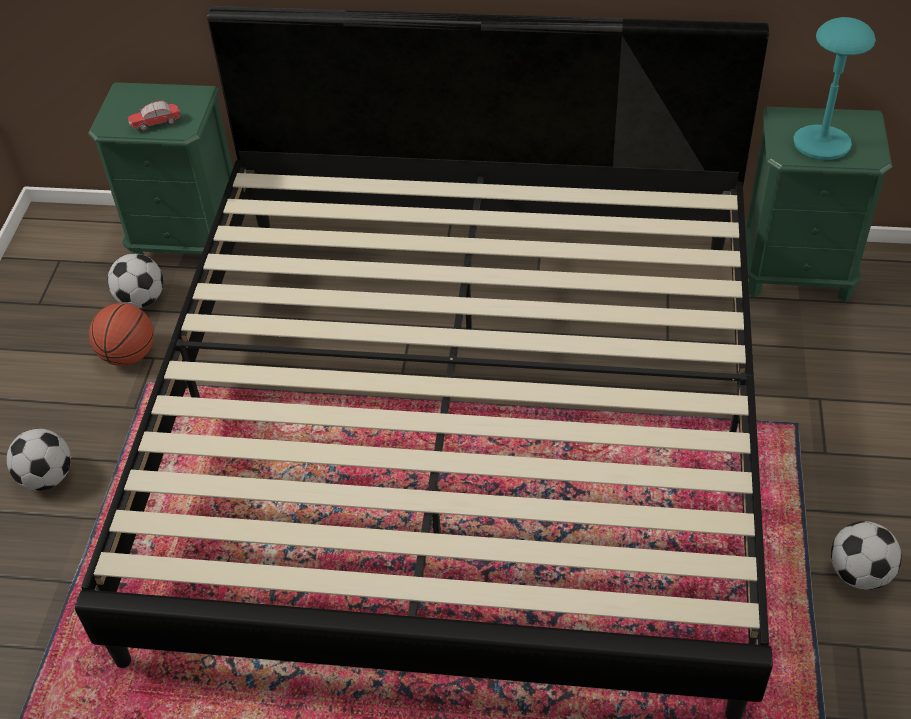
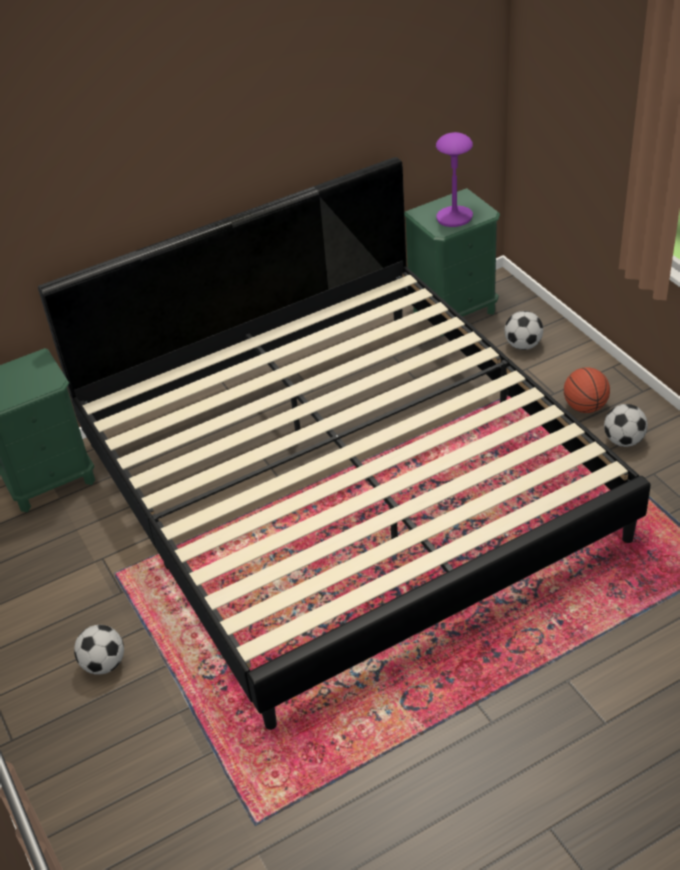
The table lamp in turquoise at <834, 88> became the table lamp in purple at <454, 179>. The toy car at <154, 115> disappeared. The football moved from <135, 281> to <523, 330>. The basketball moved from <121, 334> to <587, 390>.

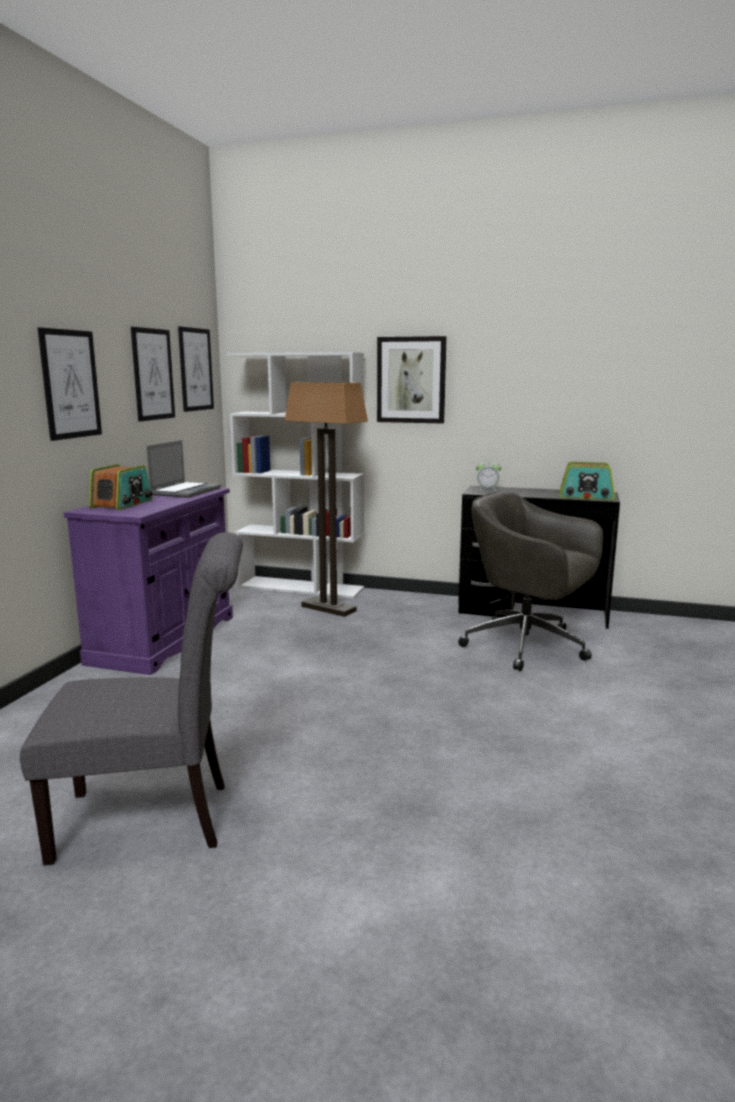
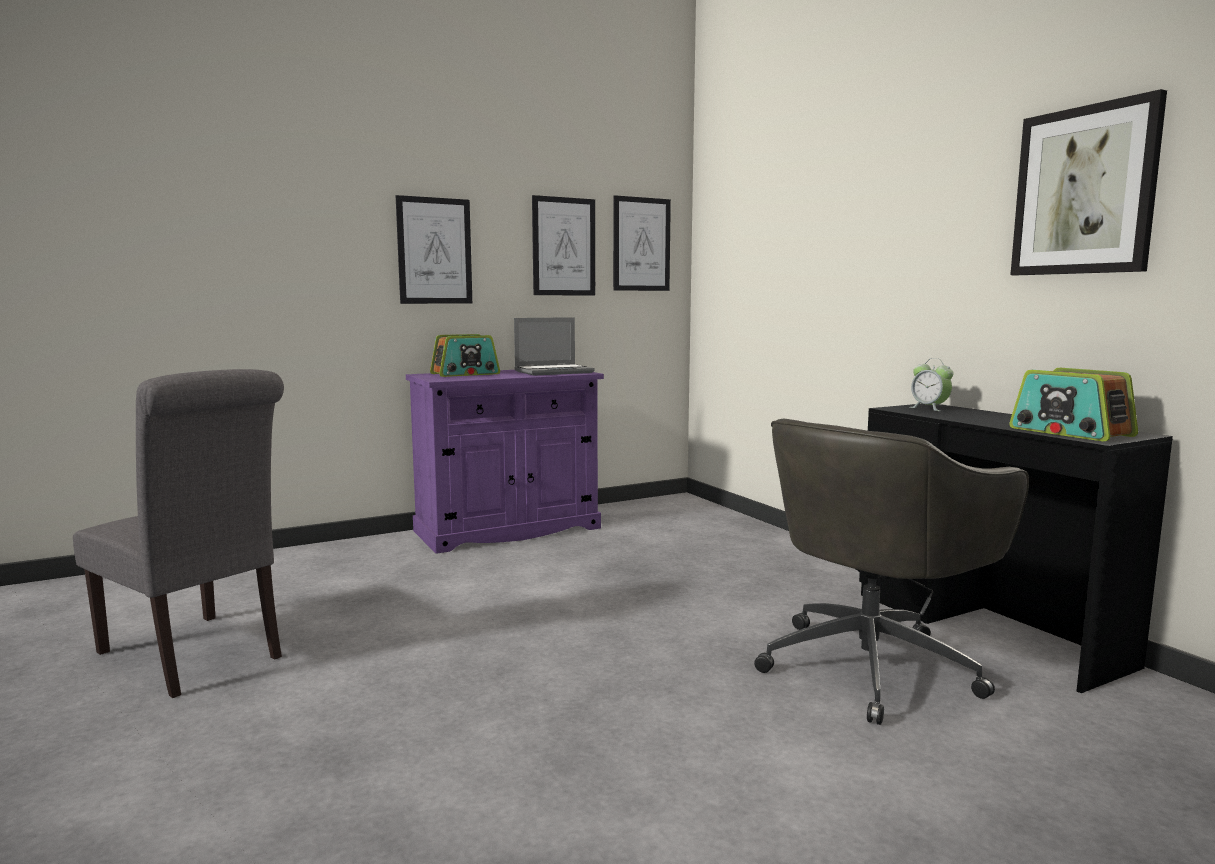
The picture moved from <412, 379> to <1088, 182>. The bookcase in white at <295, 475> disappeared. The floor lamp at <326, 499> disappeared. The office chair in grey at <531, 581> turned 120 degrees counterclockwise.

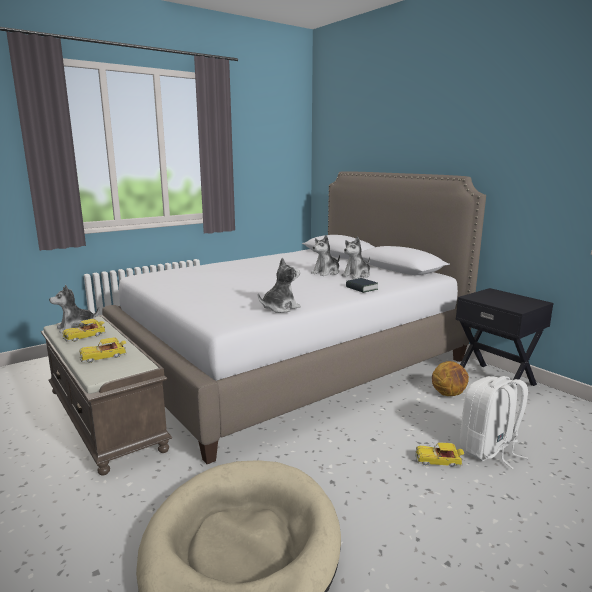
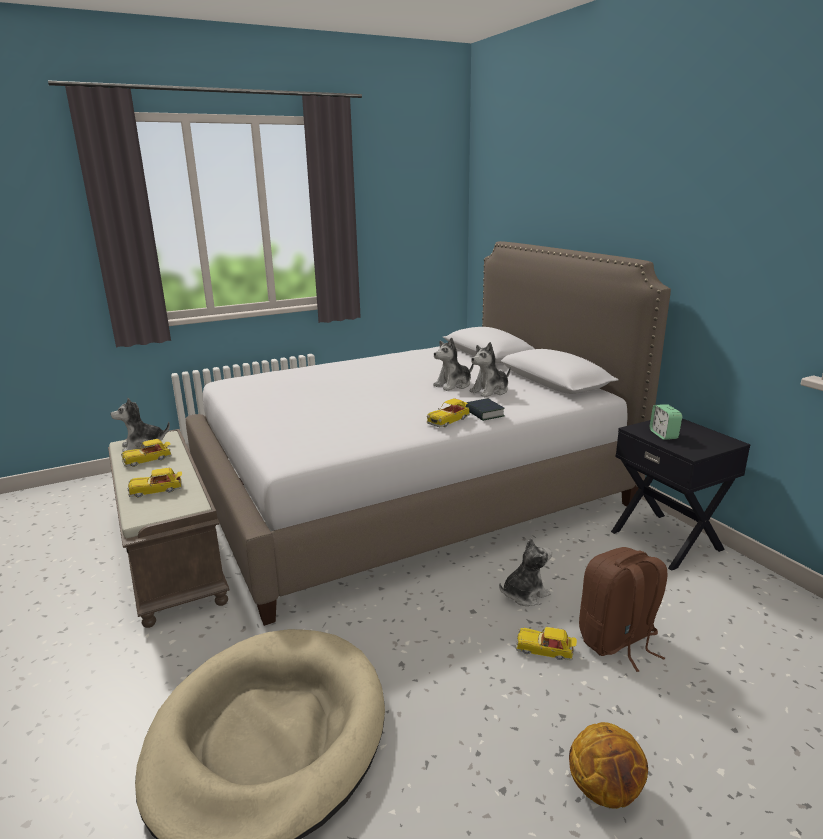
The plush toy moved from <279, 285> to <525, 572>. The basketball moved from <450, 378> to <608, 765>. The backpack in white at <494, 422> became the backpack in brown at <623, 609>. The toy car at <448, 412> appeared. The alarm clock at <666, 422> appeared.

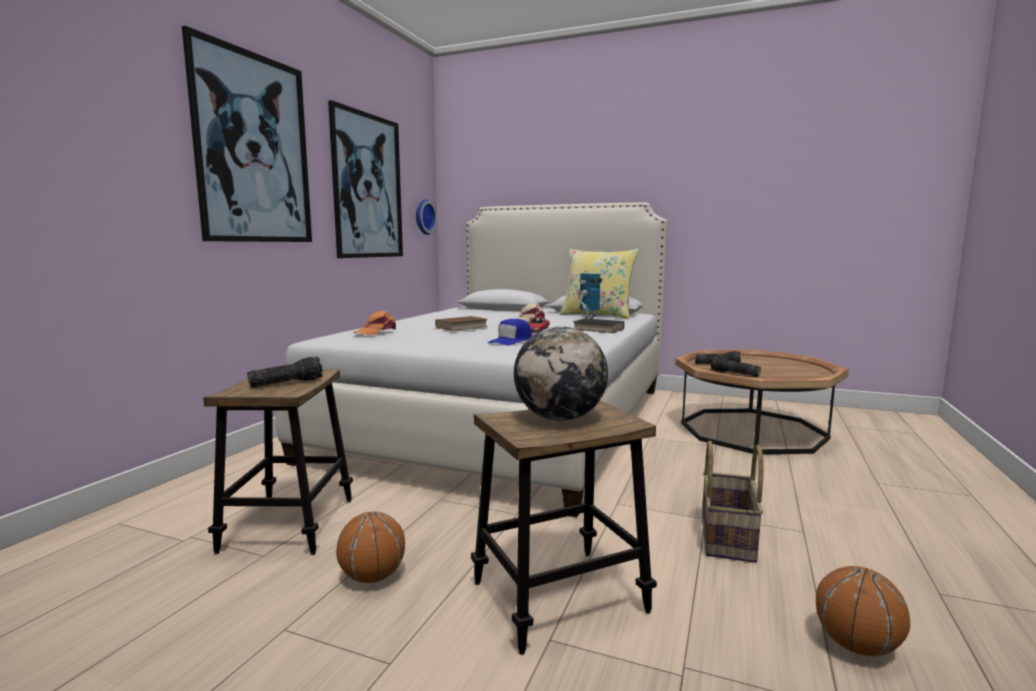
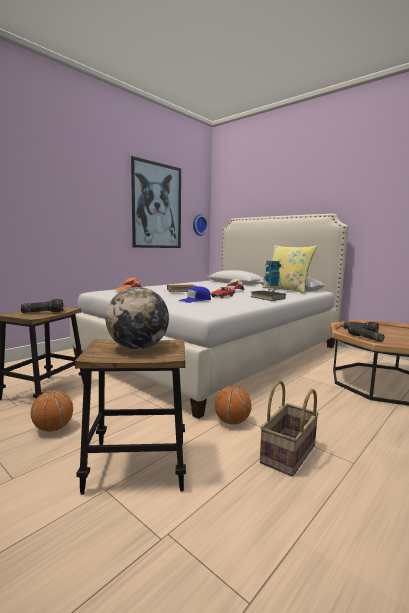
The picture at <247, 134> disappeared. The basketball moved from <863, 611> to <233, 405>.

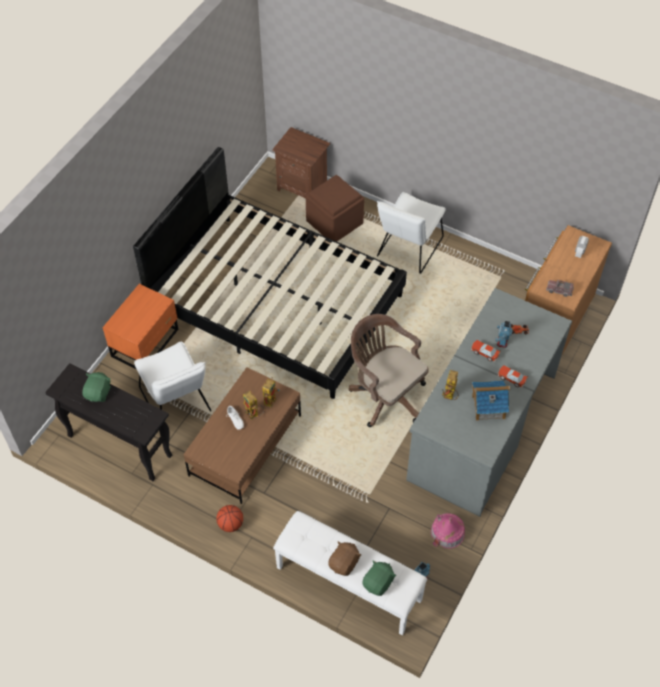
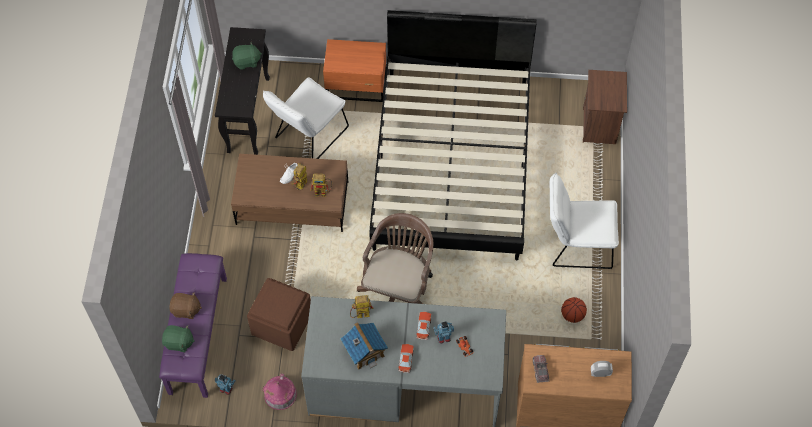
The ottoman in brown moved from <334, 208> to <279, 314>. The basketball moved from <229, 518> to <574, 310>. The bench in white at <350, 573> became the bench in purple at <193, 325>.

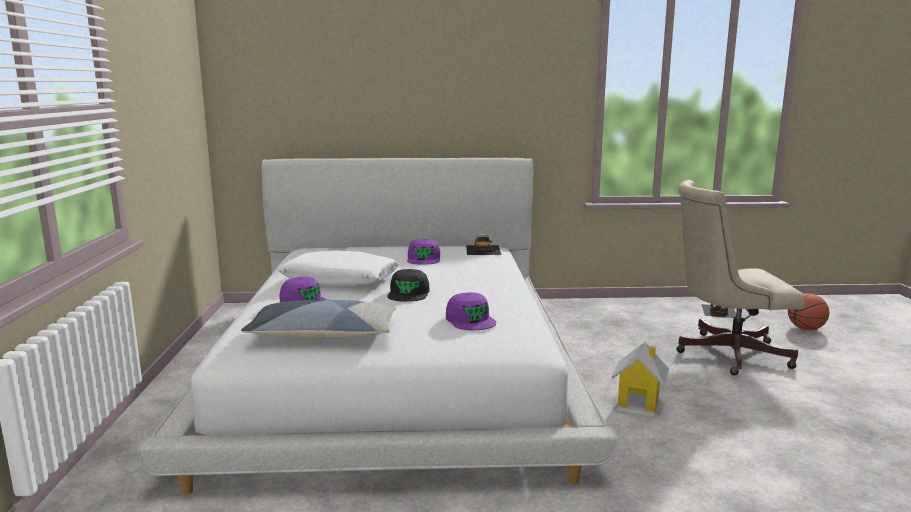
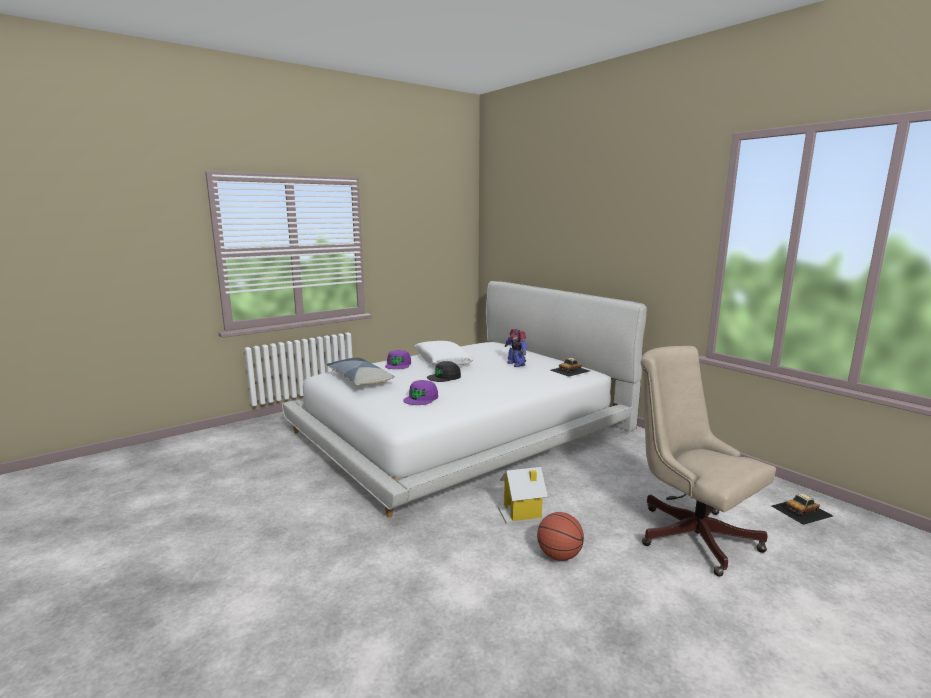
The cap in purple at <423, 252> was replaced by the toy robot at <516, 348>. The basketball moved from <808, 311> to <560, 536>.

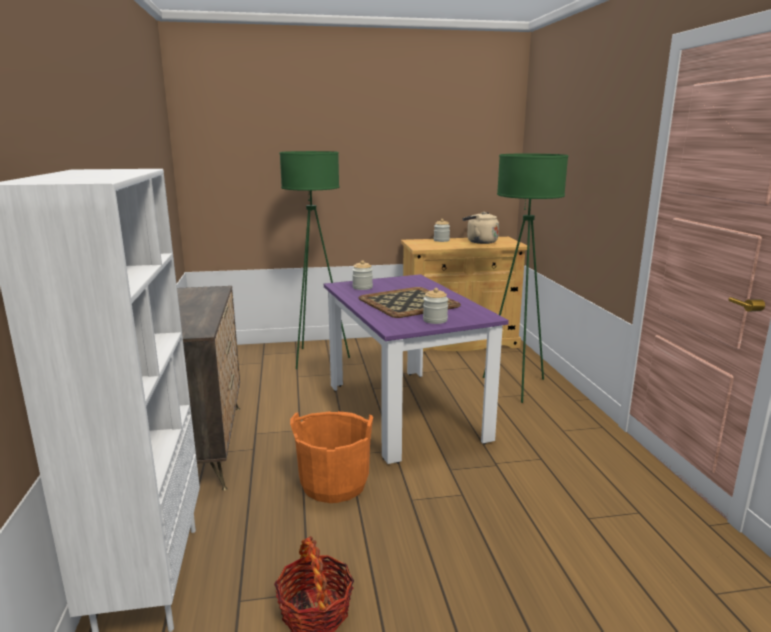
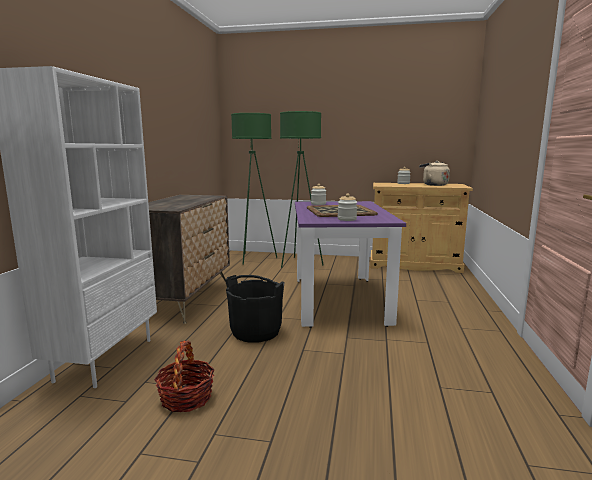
The floor lamp in green moved from <525, 278> to <254, 189>. The bucket in orange at <331, 457> became the bucket in black at <255, 308>.

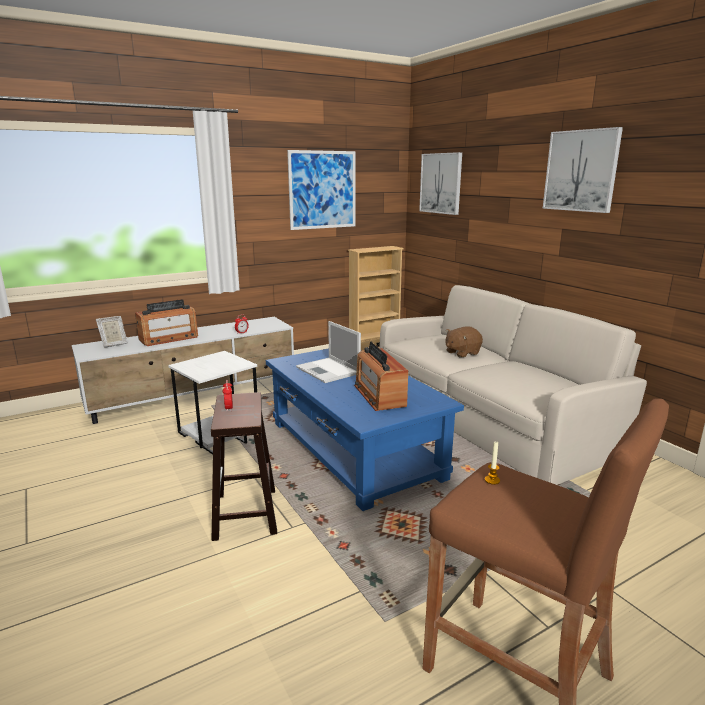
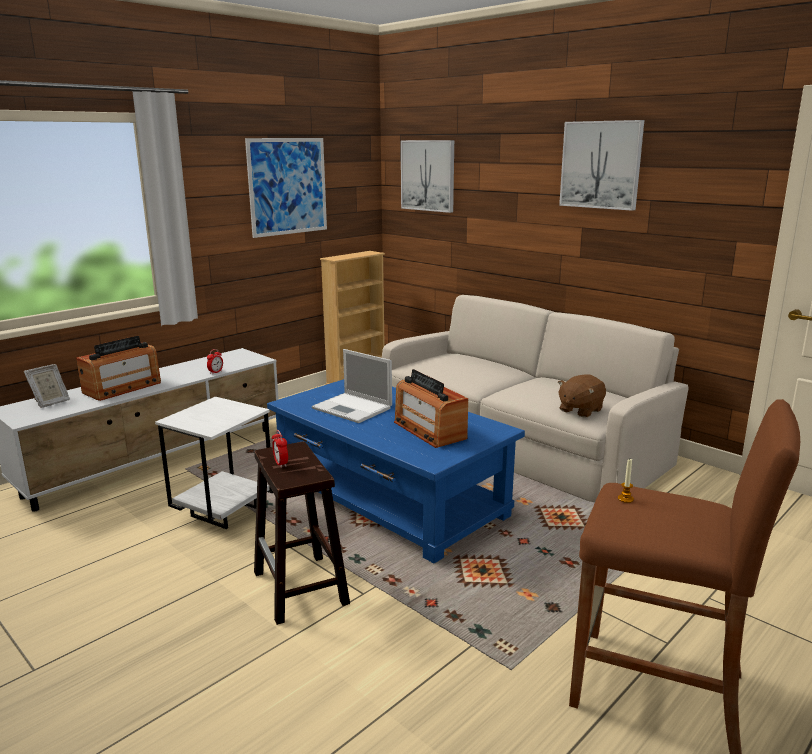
The plush toy in brown moved from <464, 342> to <582, 396>.

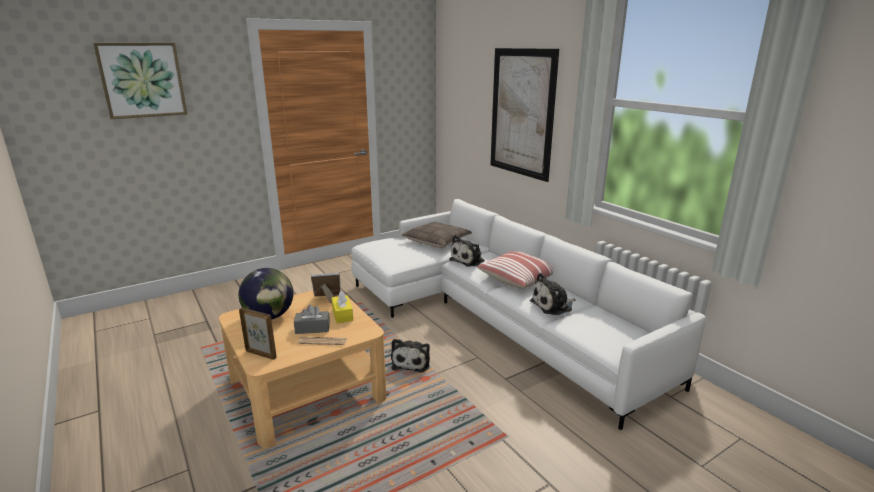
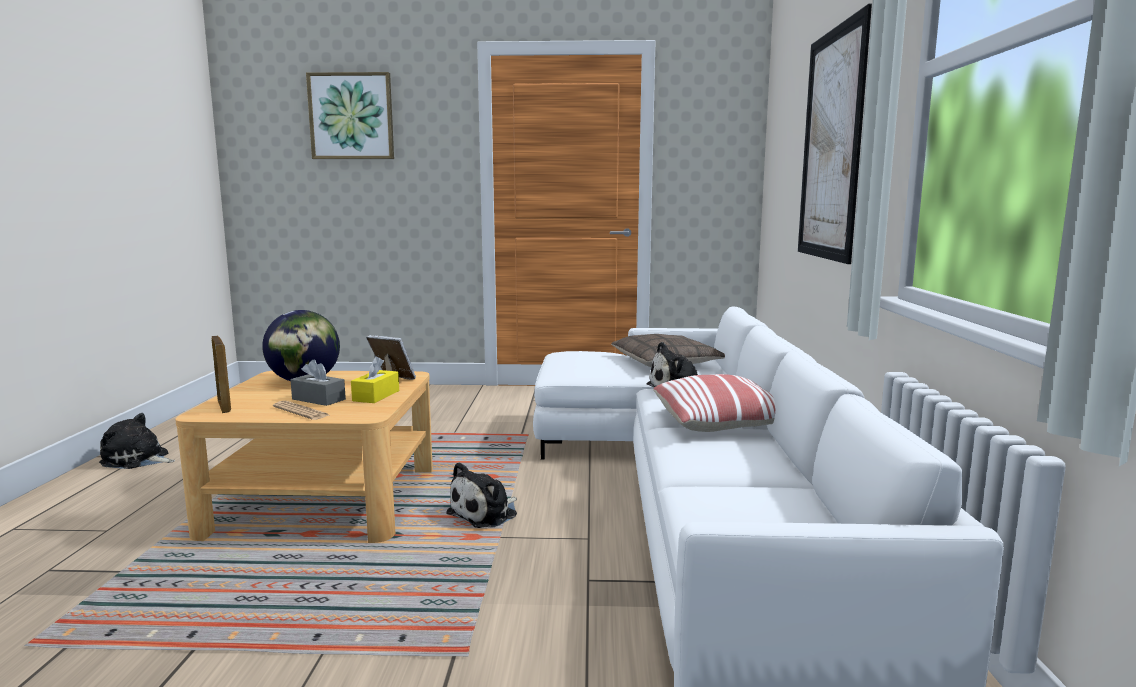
The plush toy moved from <552, 294> to <137, 441>.

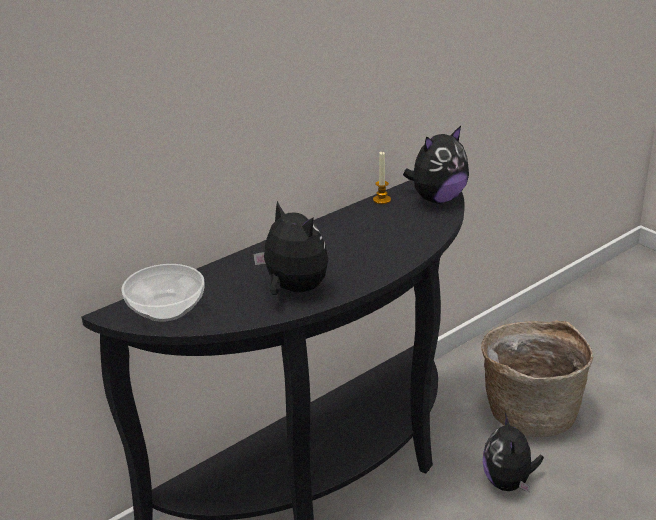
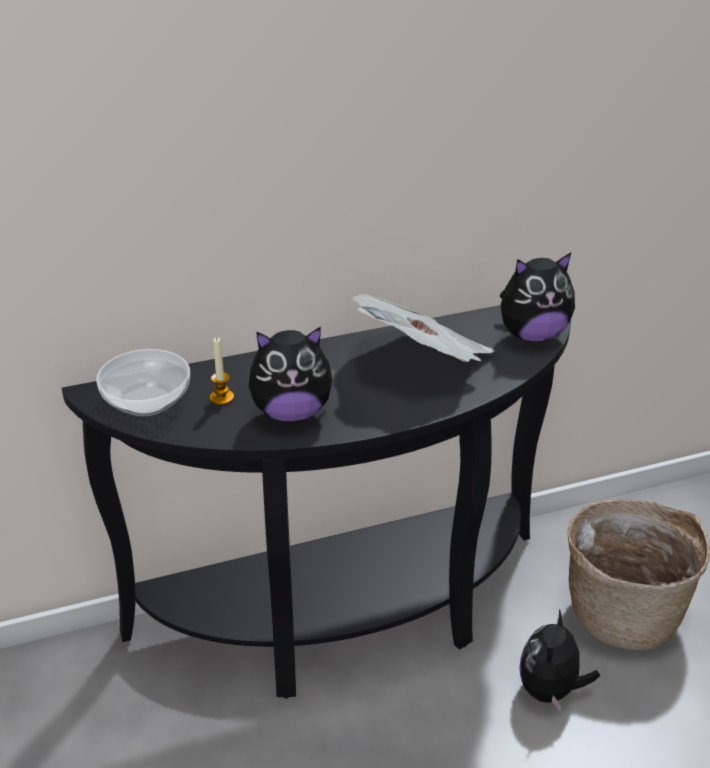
The candle moved from <382, 178> to <222, 371>. The plush toy at <290, 248> turned 105 degrees clockwise. The newspaper at <423, 328> appeared.

